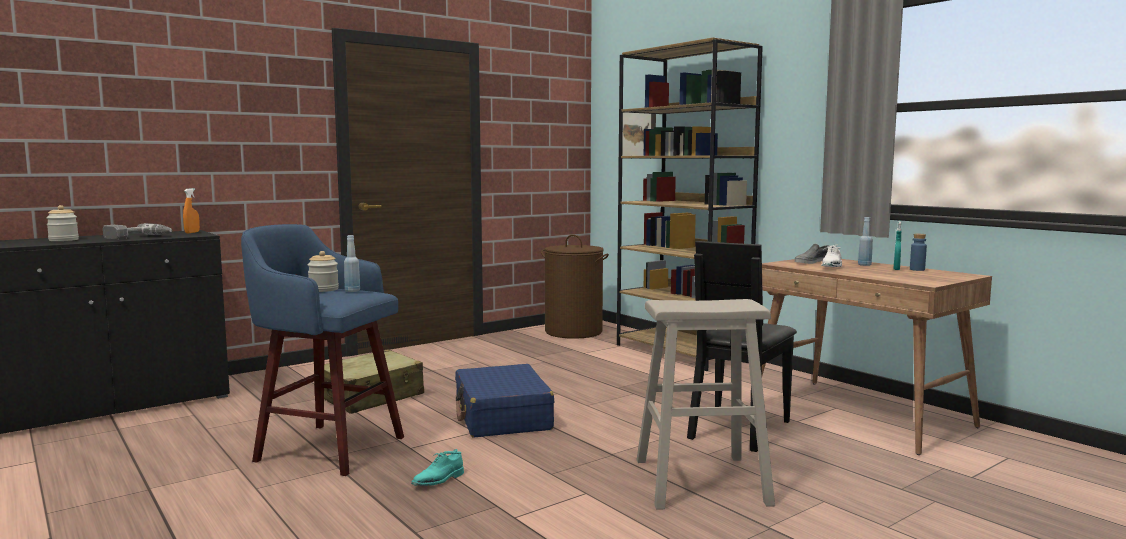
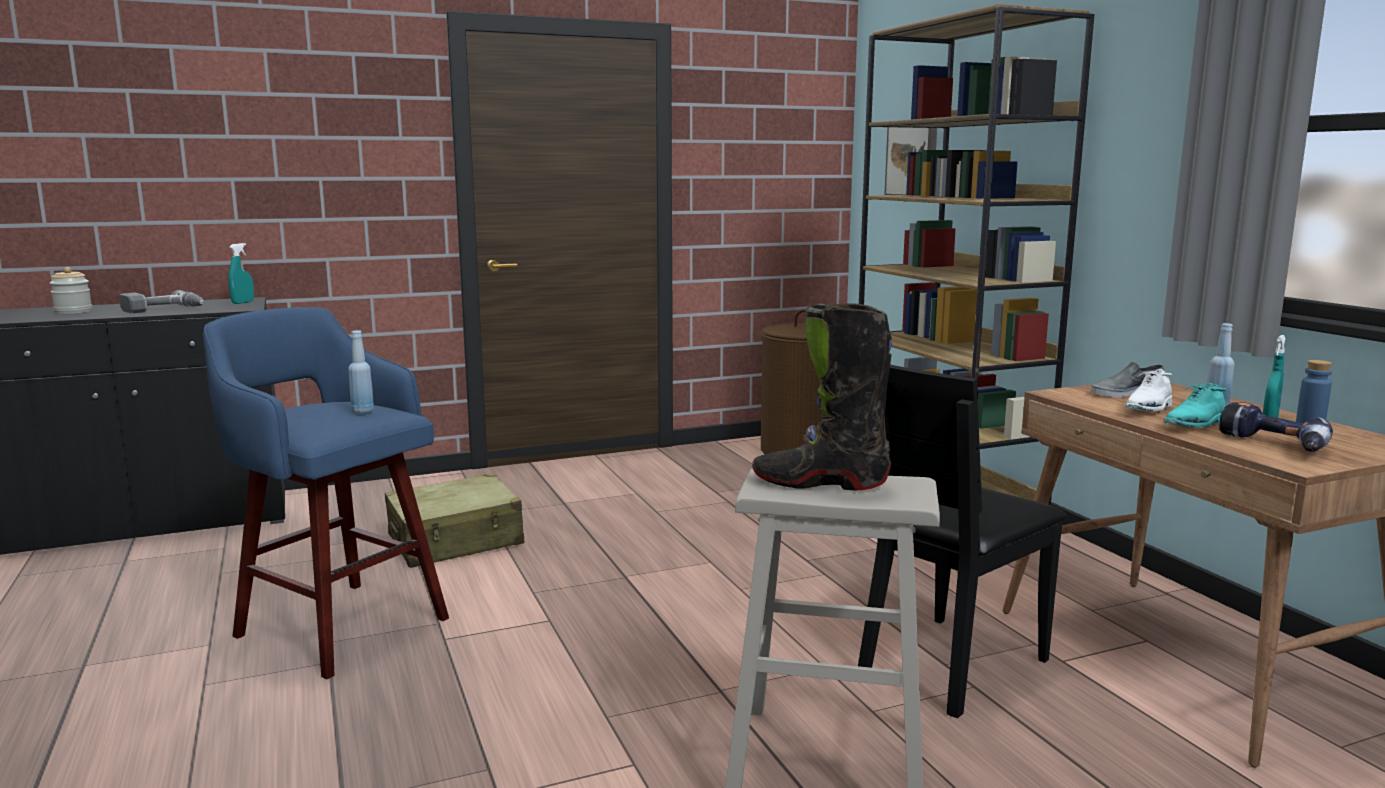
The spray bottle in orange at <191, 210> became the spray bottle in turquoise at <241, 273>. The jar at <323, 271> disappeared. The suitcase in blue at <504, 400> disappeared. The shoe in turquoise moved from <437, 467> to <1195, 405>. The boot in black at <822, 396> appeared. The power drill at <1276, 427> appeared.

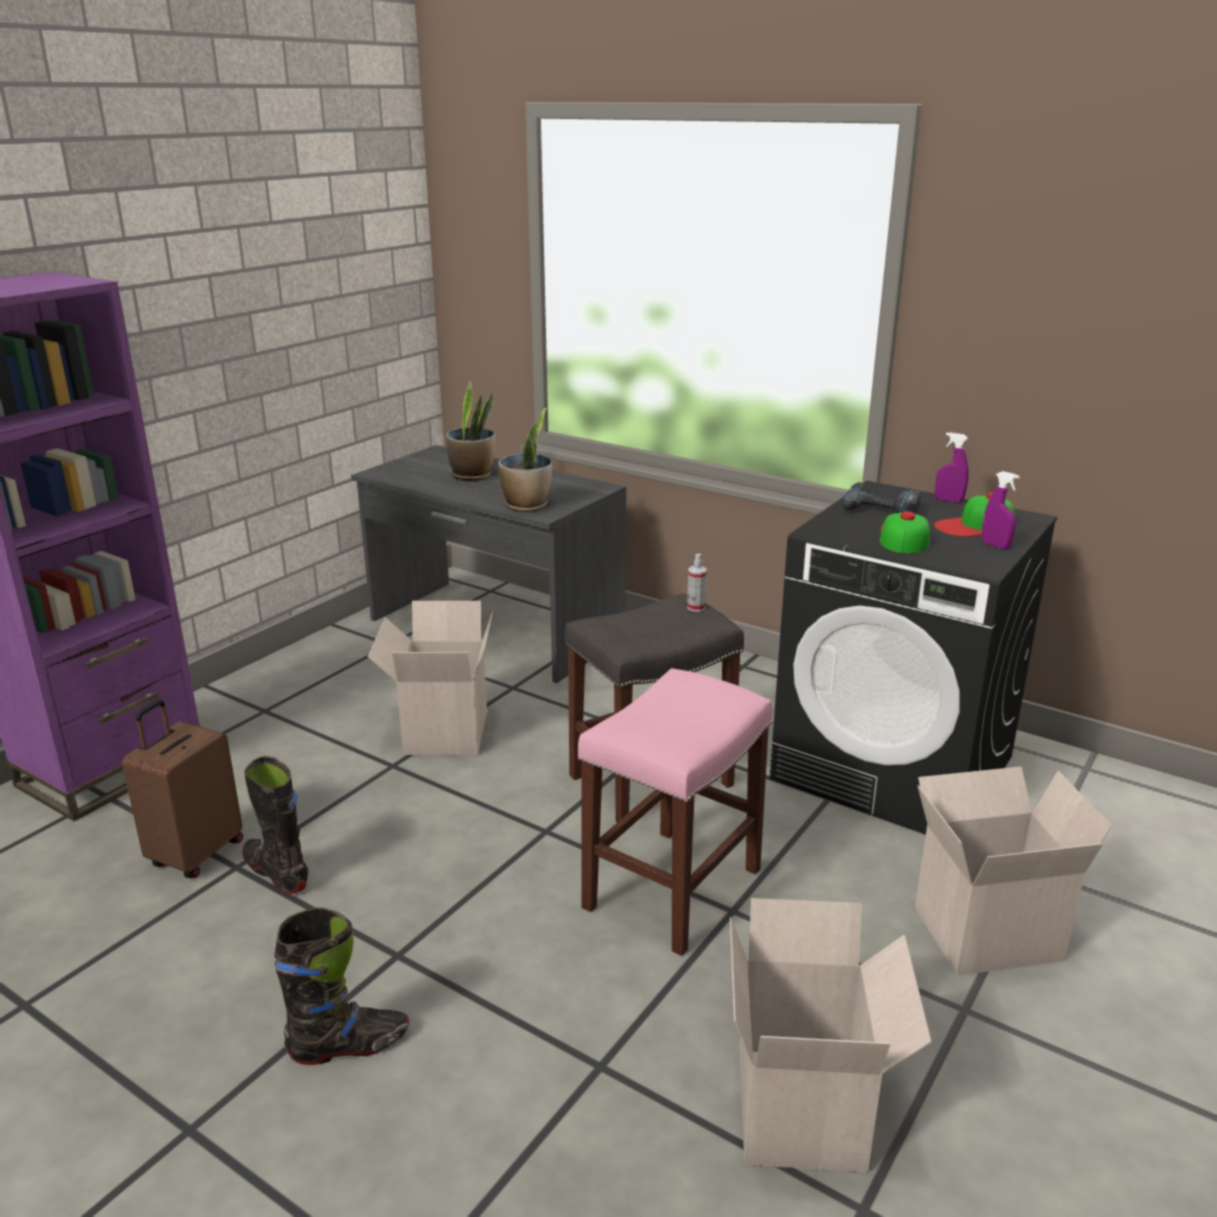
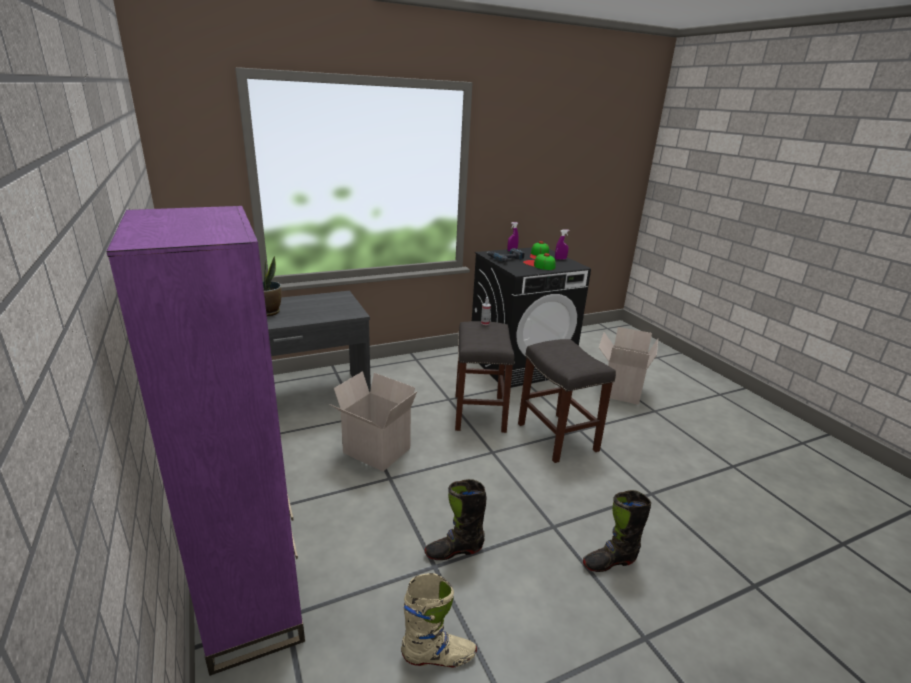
The potted plant at <525, 459> disappeared. The stool in pink at <675, 812> became the stool in grey at <567, 401>. The suitcase in brown at <182, 788> disappeared. The cardboard box at <831, 1035> disappeared. The boot in black at <341, 986> turned 120 degrees counterclockwise. The boot in beige at <439, 620> appeared.

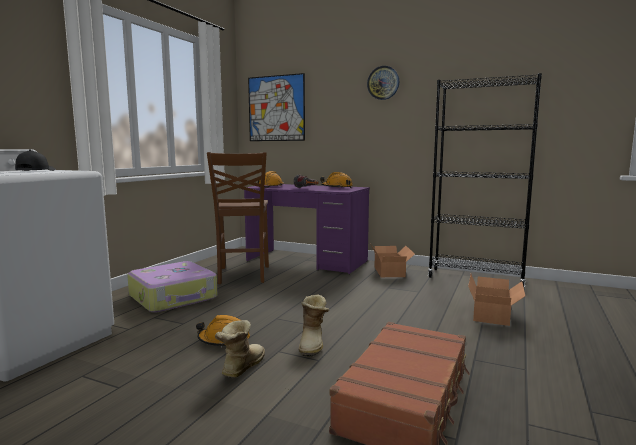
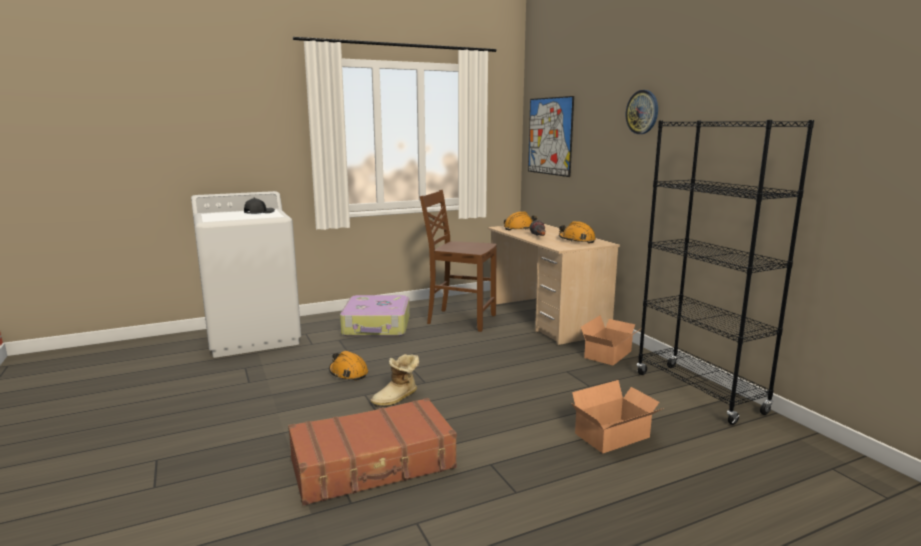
The chair in brown at <238, 218> turned 75 degrees clockwise. The desk in purple at <306, 229> became the desk in beige at <554, 284>. The boot at <240, 349> disappeared.

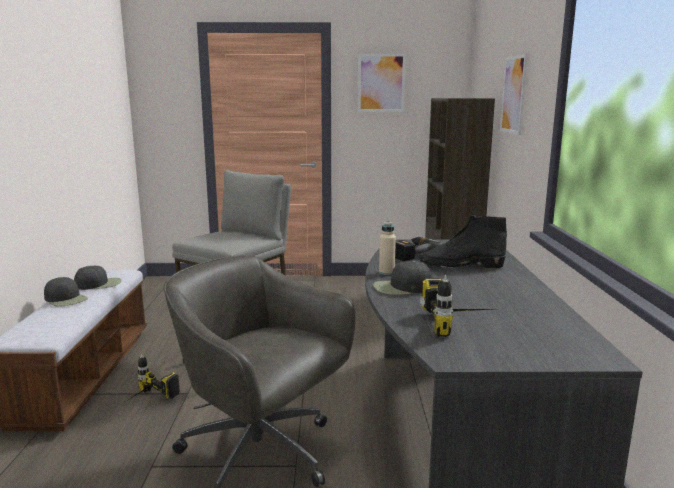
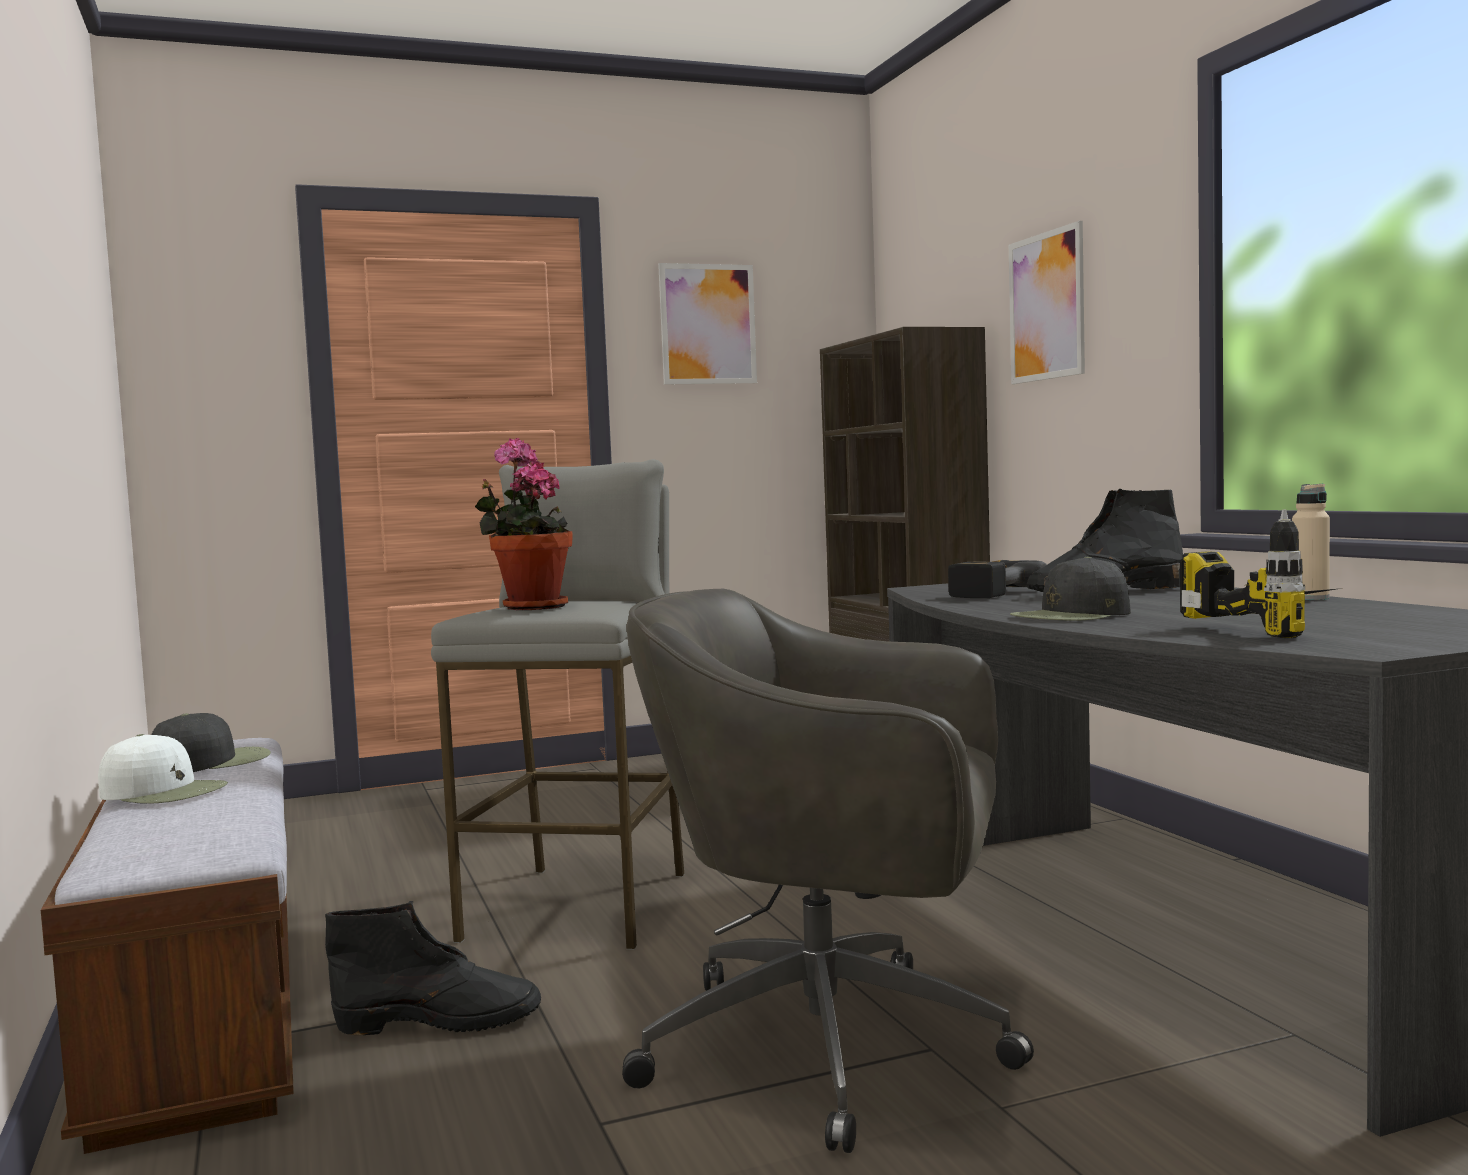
The bottle in beige moved from <387, 248> to <1311, 542>. The cap in black at <66, 292> became the cap in white at <163, 769>. The power drill at <154, 377> was replaced by the boot in black at <433, 968>. The potted plant at <524, 524> appeared.

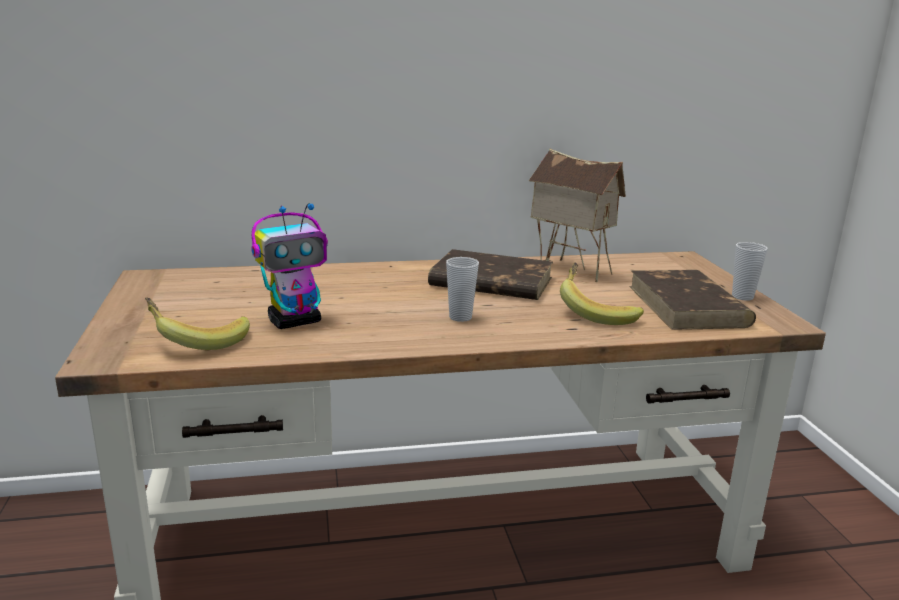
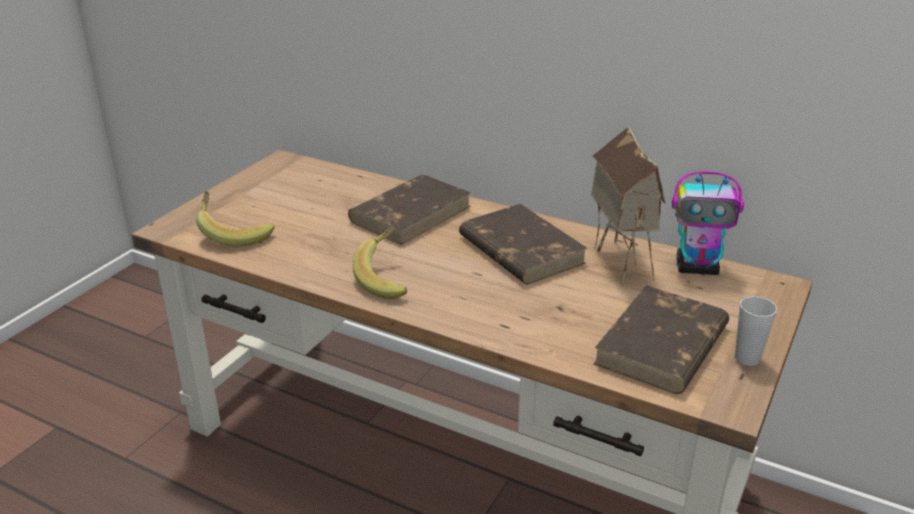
The toy robot moved from <289, 266> to <708, 223>. The cup at <462, 289> disappeared. The banana moved from <602, 293> to <380, 262>. The book in brown at <409, 209> appeared.

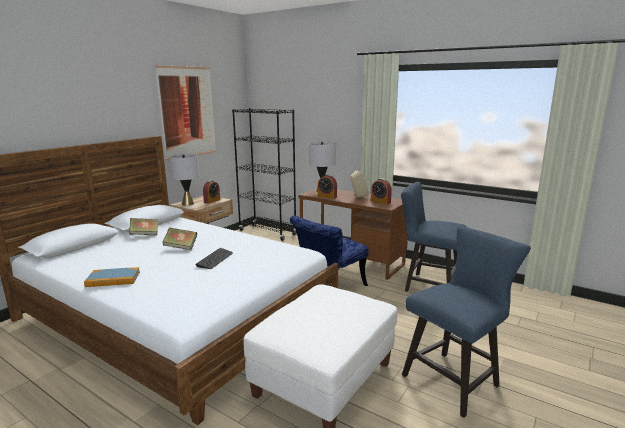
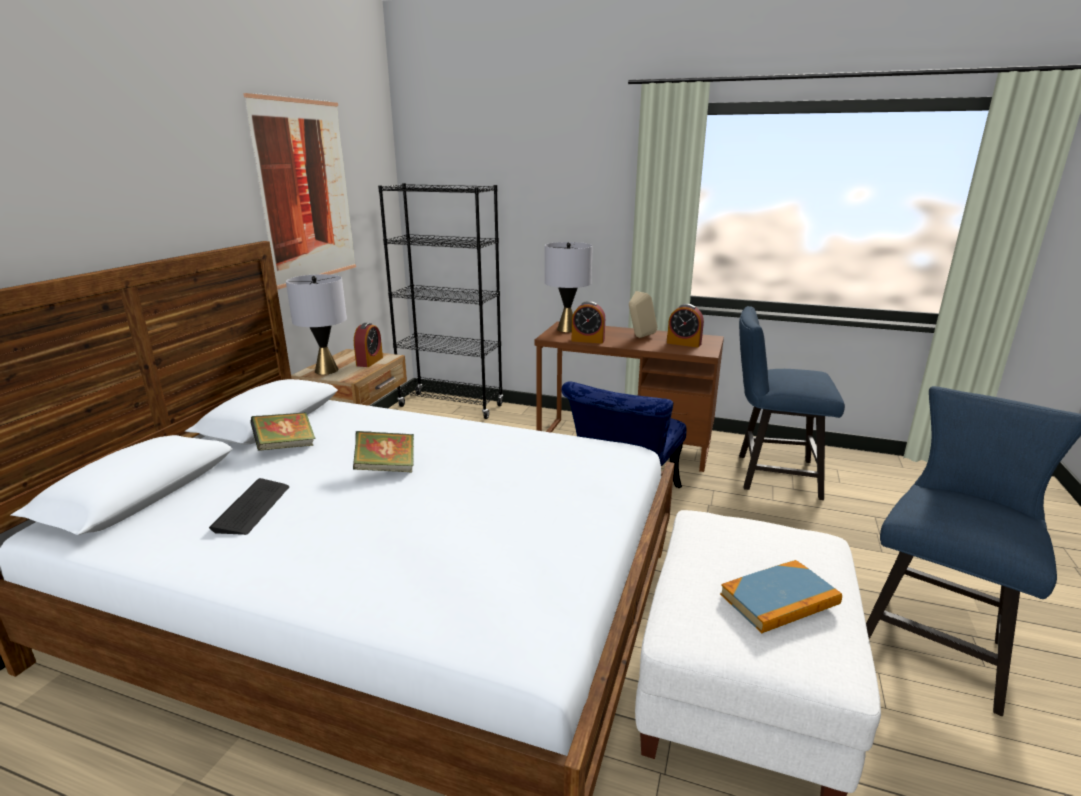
The keyboard moved from <214, 258> to <249, 506>. The book moved from <112, 277> to <781, 596>.

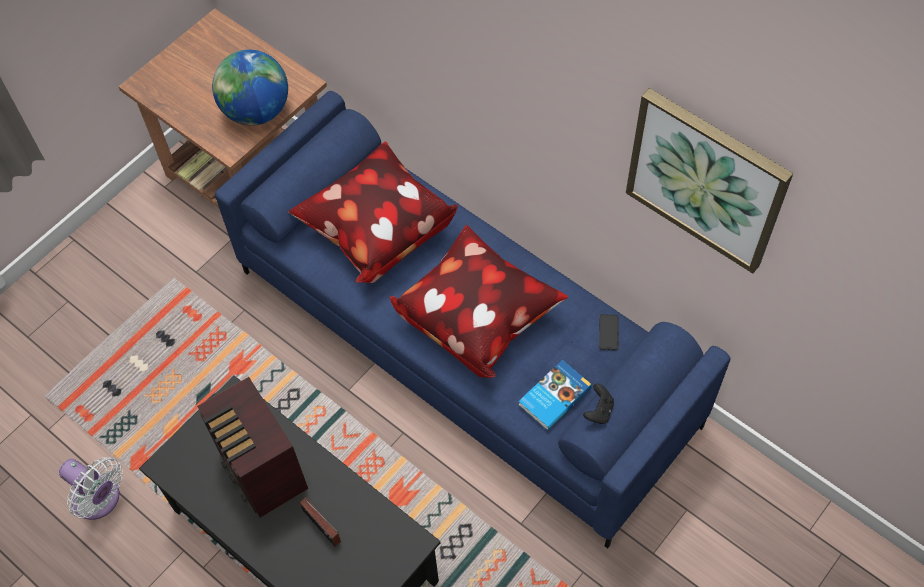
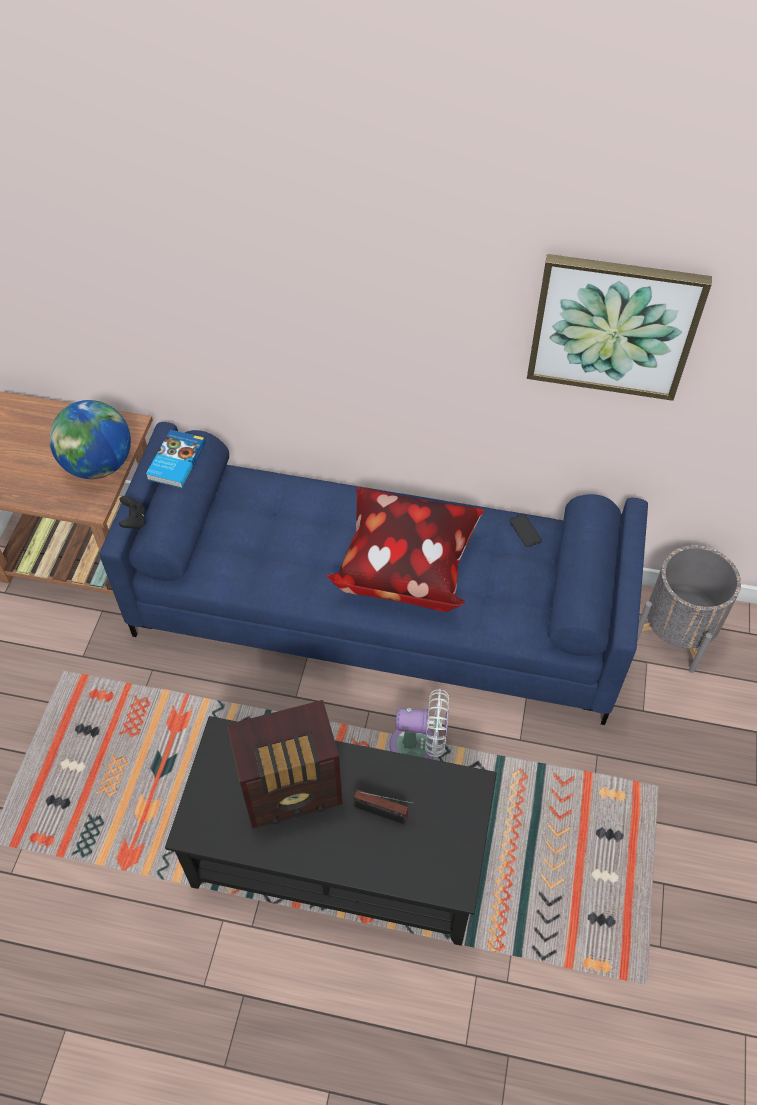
The pillow at <373, 212> disappeared. The book moved from <555, 395> to <176, 459>. The radio at <252, 447> turned 45 degrees counterclockwise. The game controller in black moved from <598, 404> to <132, 512>. The fan in white moved from <91, 488> to <419, 724>. The planter in grey at <689, 609> appeared.

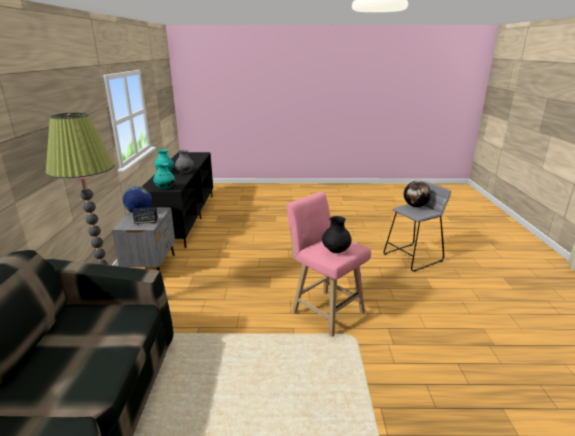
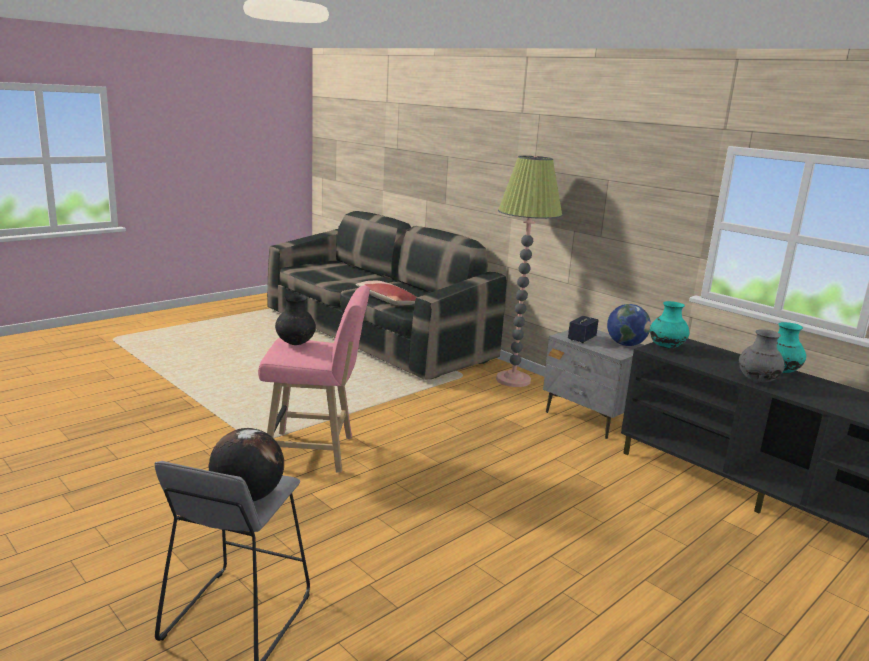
The pillow at <386, 293> appeared.

